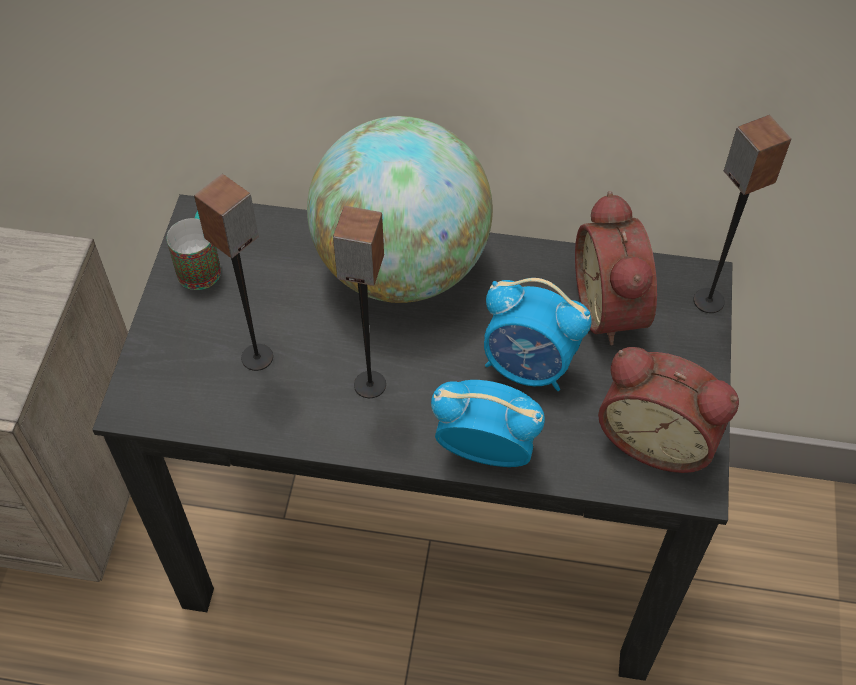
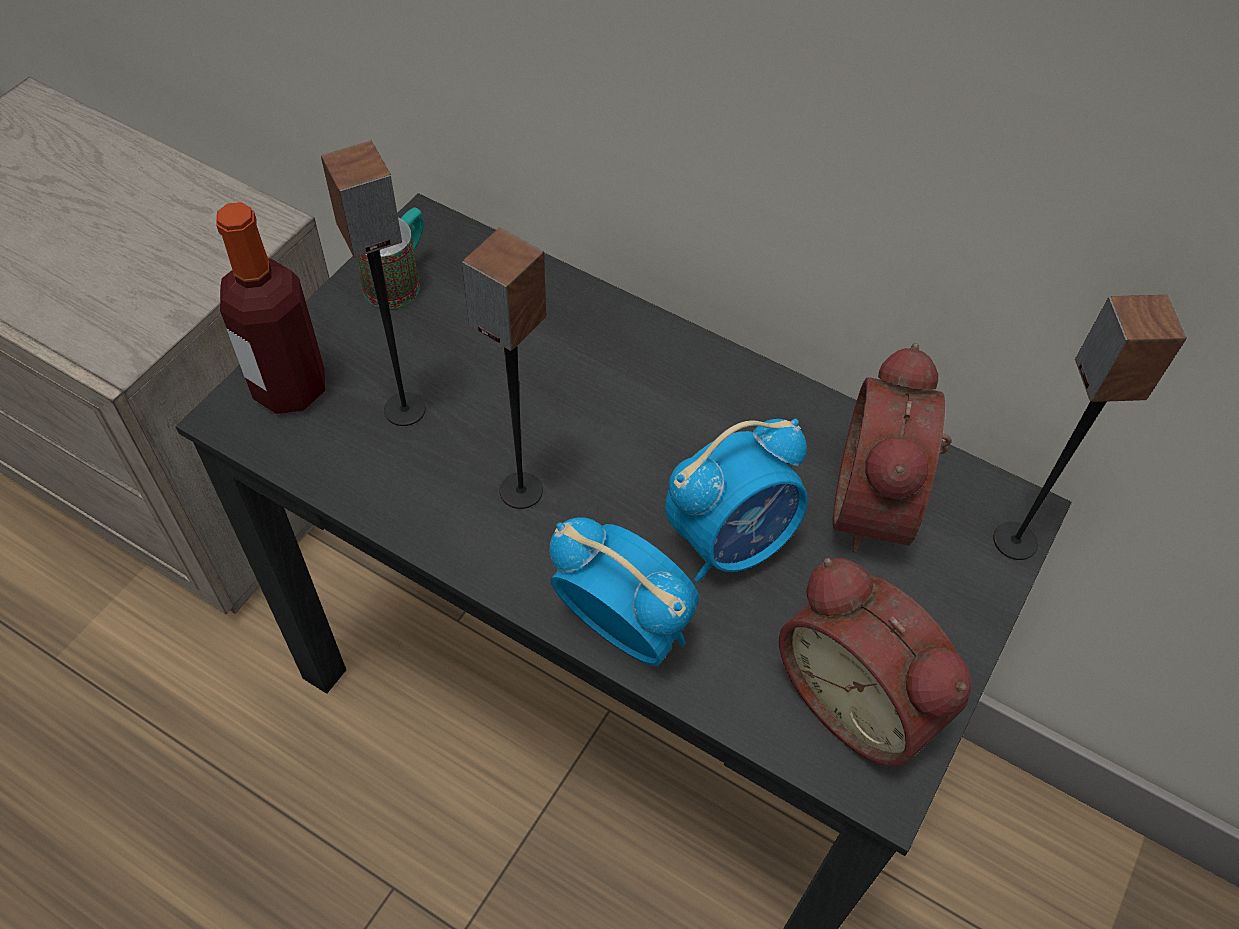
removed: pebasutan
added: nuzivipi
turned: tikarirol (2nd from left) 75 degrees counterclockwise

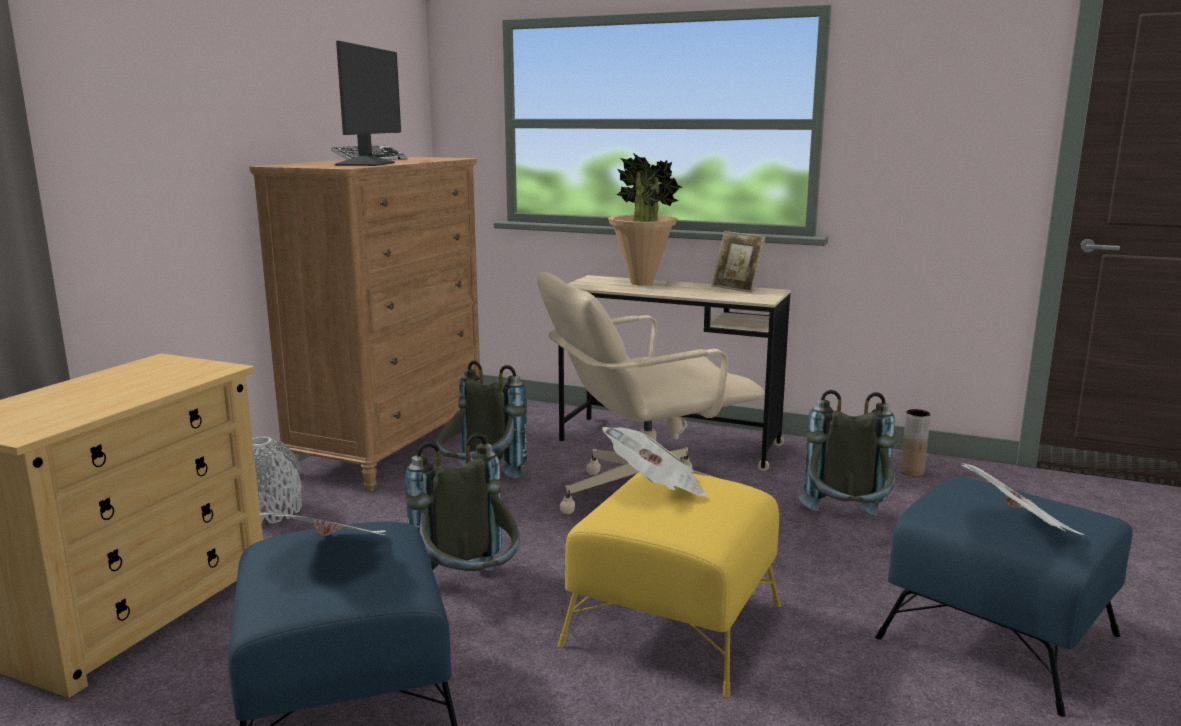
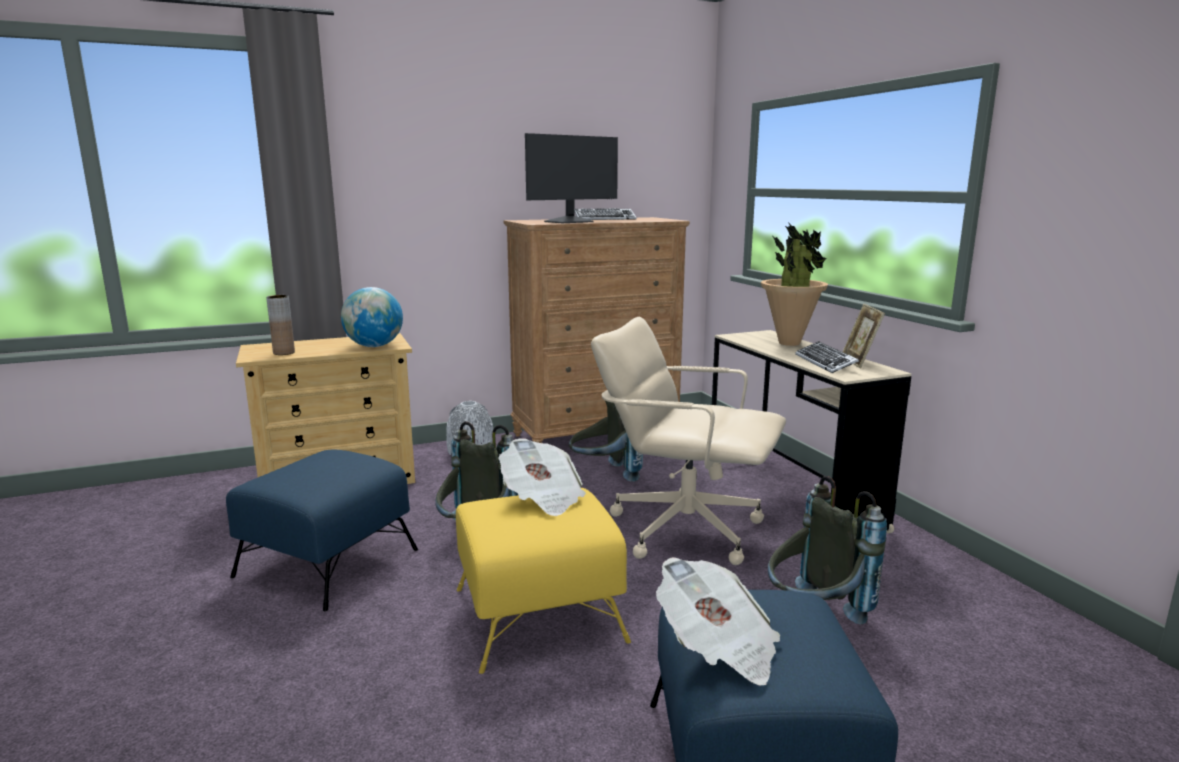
removed: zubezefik (1st from left)
added: pebasutan; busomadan (2nd from left)
moved: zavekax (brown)

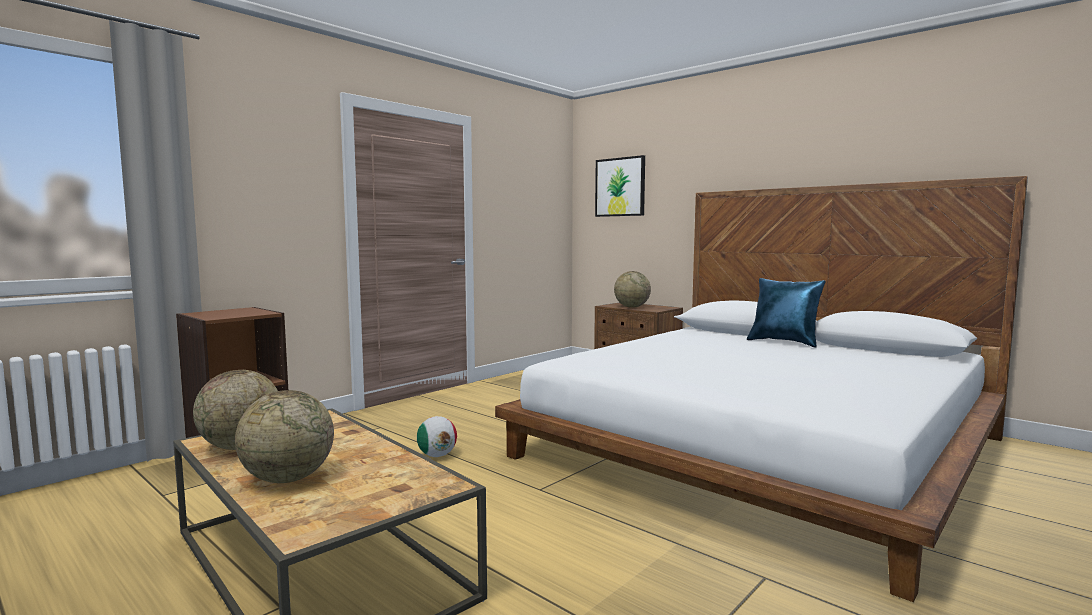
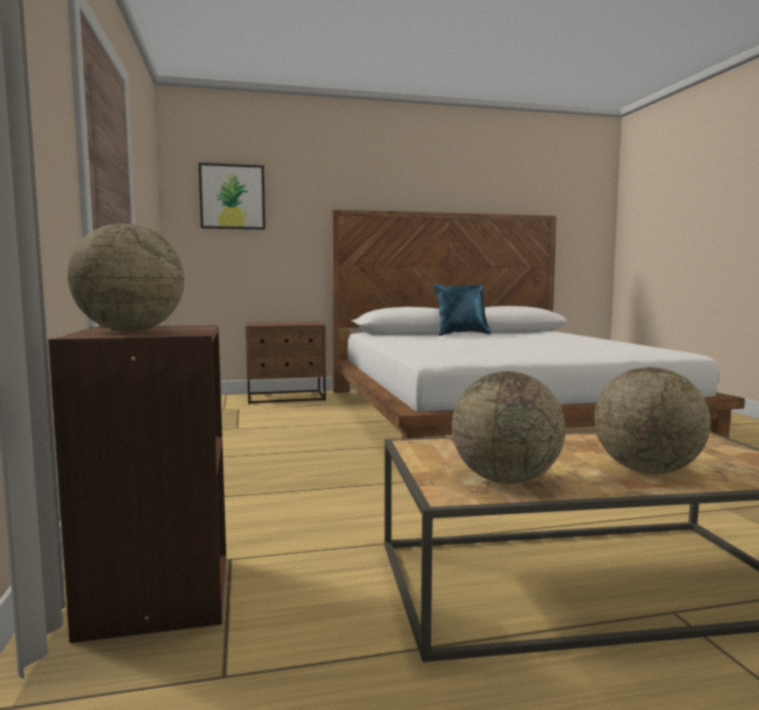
removed: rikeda
moved: pebasutan (3rd from left in the first image) to pebasutan (1st from left)

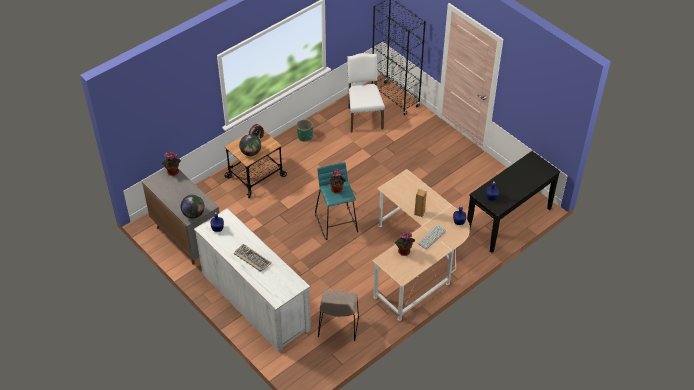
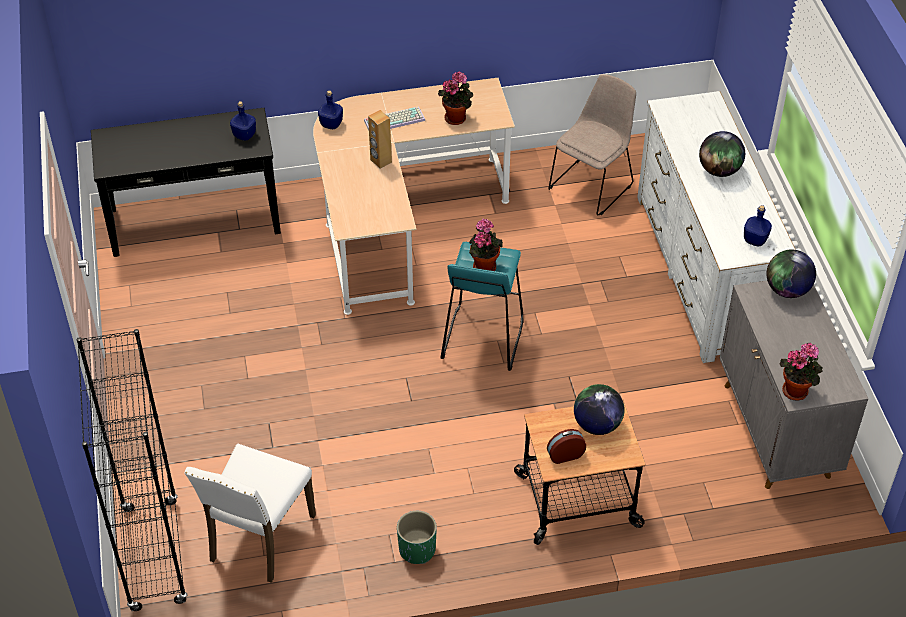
replaced: busomadan (1st from left) to pebasutan (2nd from left)

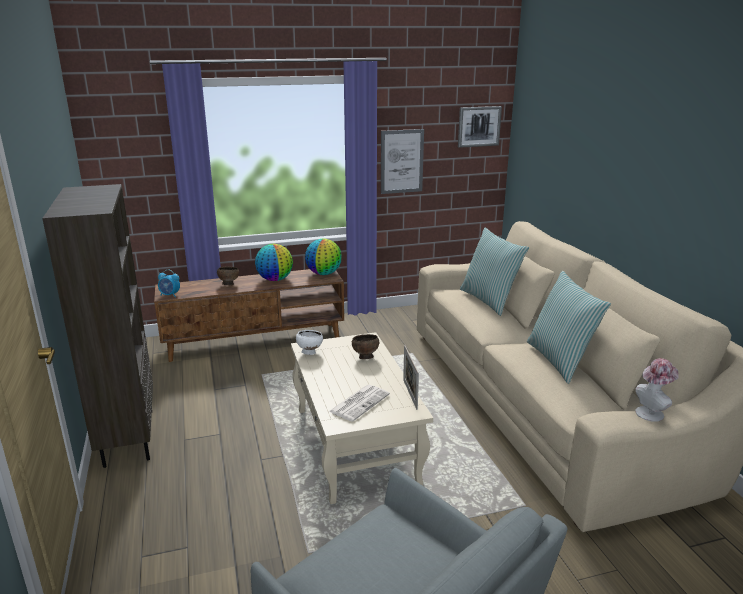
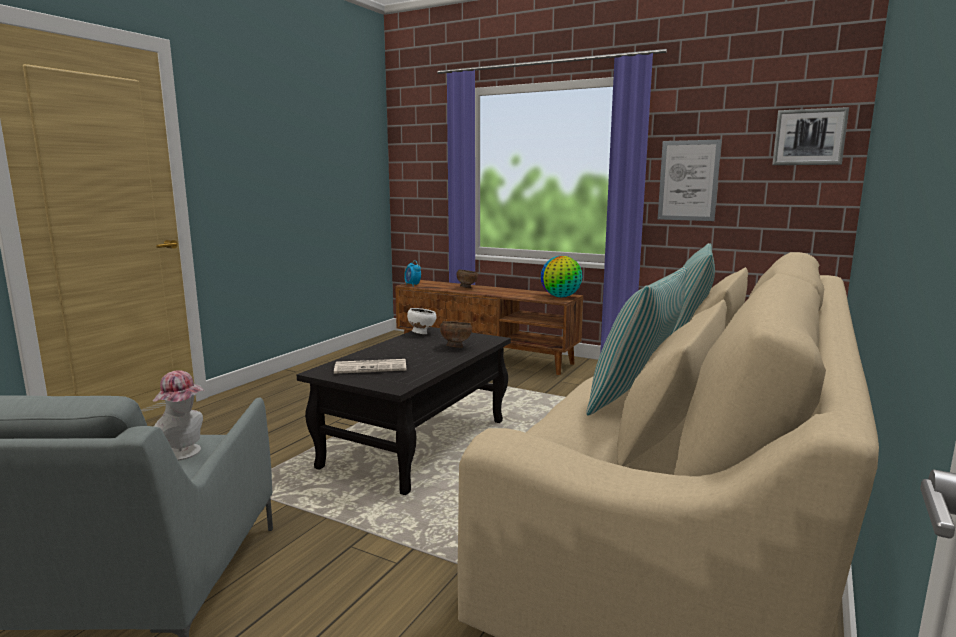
removed: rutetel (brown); pebasutan (1st from left); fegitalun
moved: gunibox
recoloured: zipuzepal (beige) to zipuzepal (black)

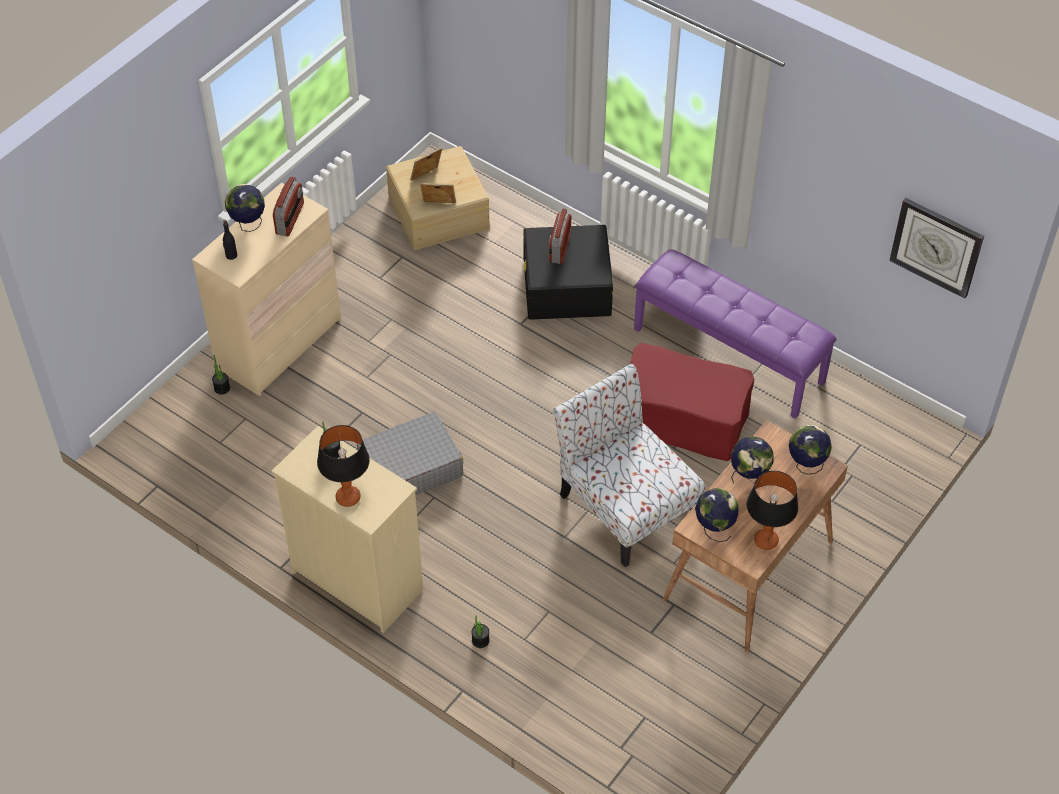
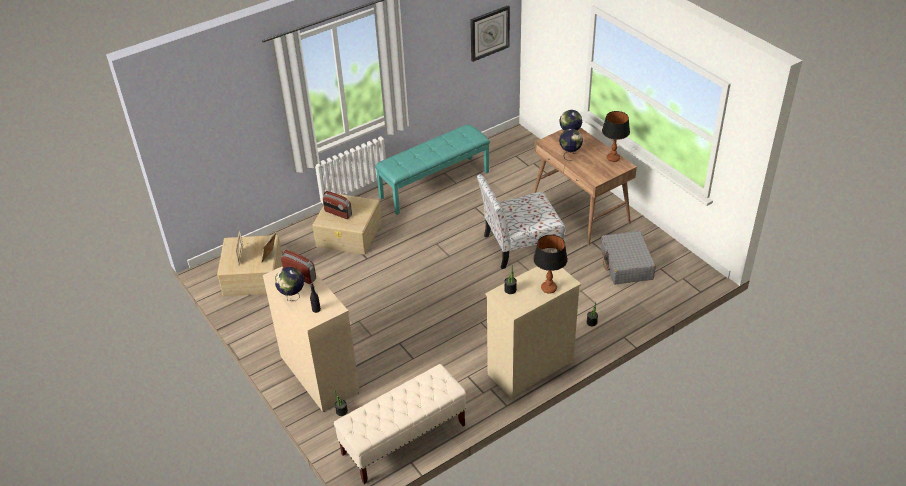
removed: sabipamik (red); pebasutan (2nd from left)
added: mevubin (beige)
moved: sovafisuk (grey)
recoloured: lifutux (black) to lifutux (beige) (2nd from left); mevubin (purple) to mevubin (turquoise)

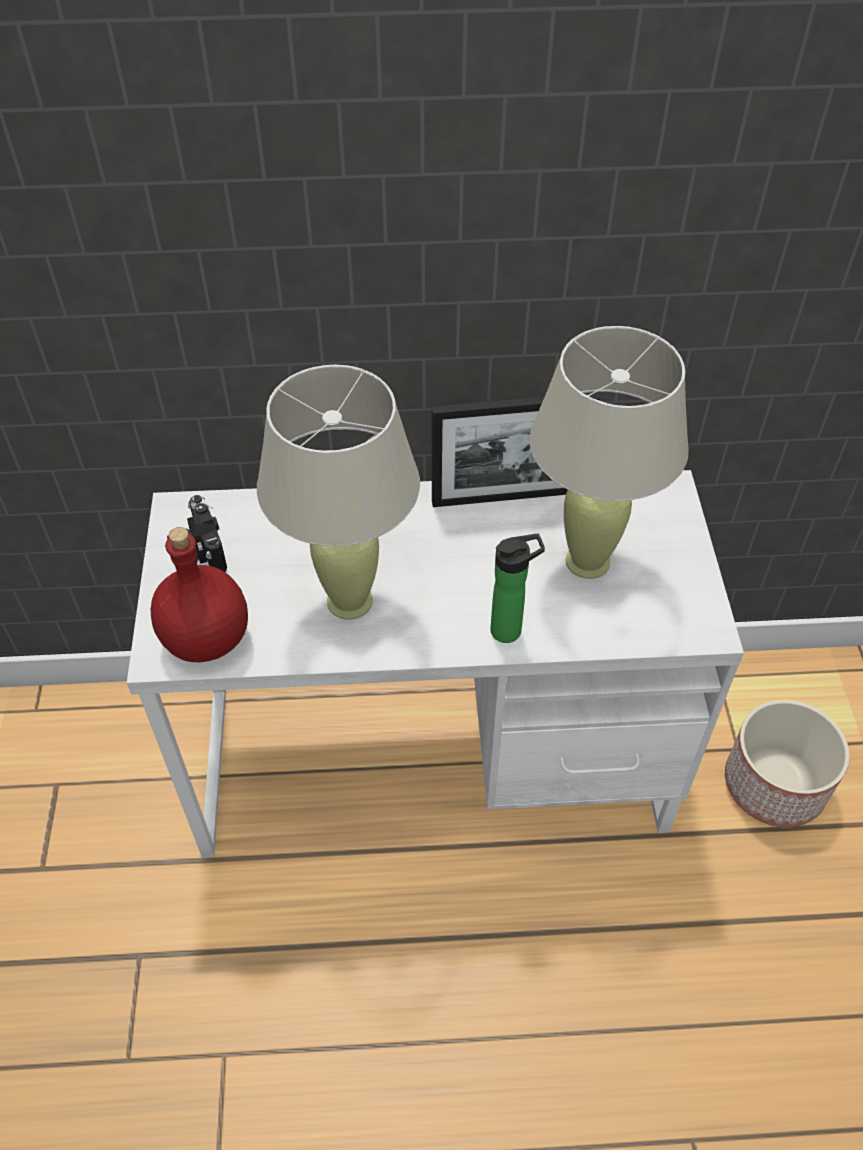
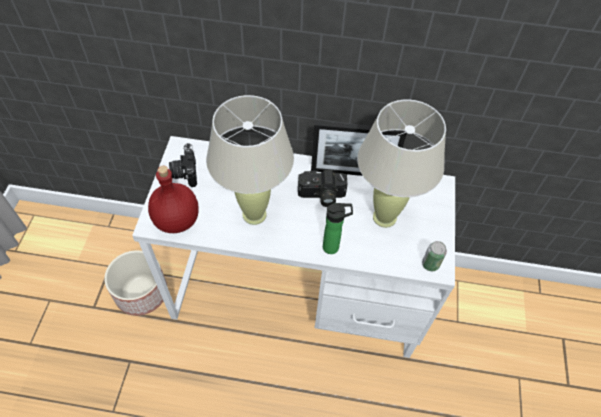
added: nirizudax (2nd from left); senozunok
moved: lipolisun

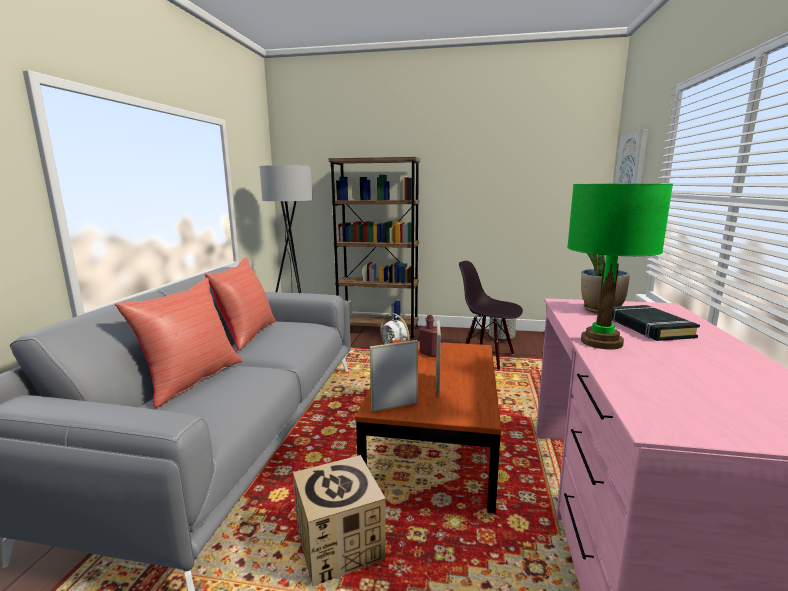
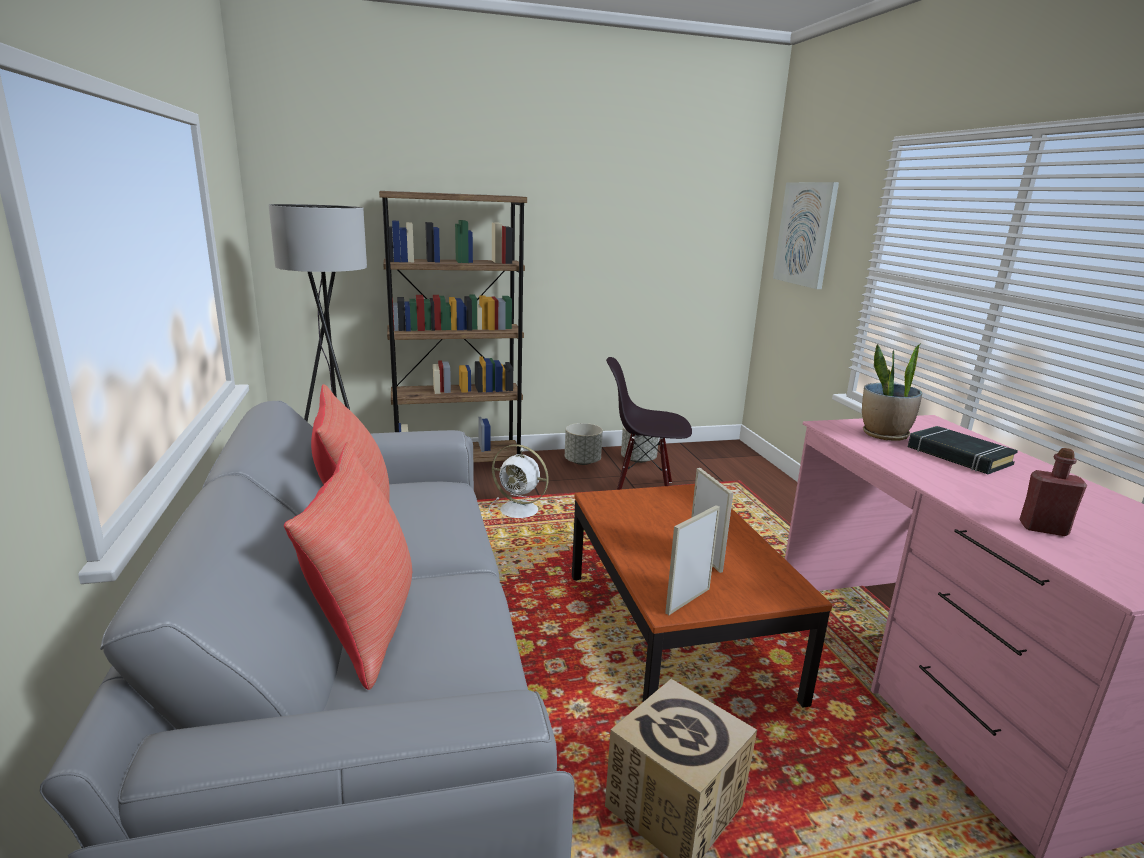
removed: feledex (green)
added: lipolisun (grey) (1st from left)
moved: nuzivipi (red)

